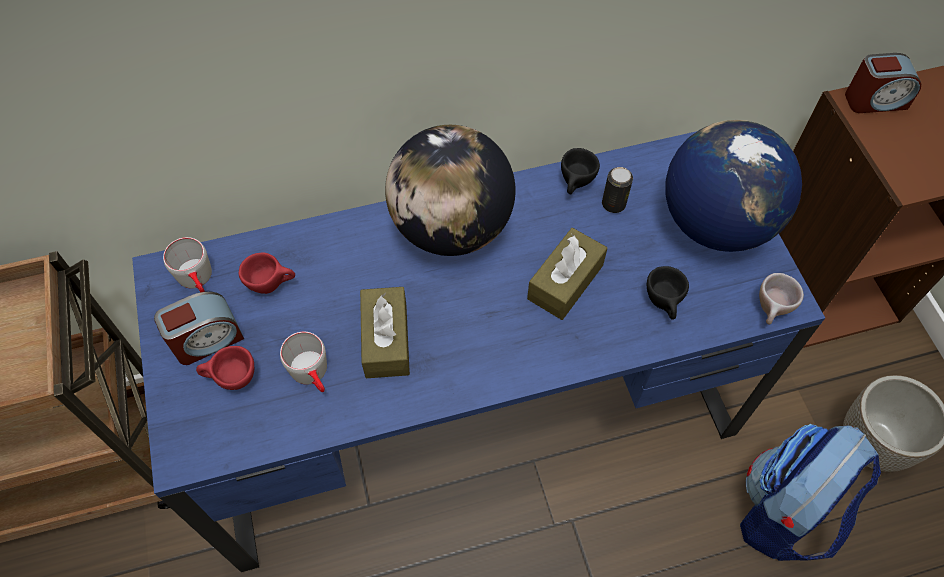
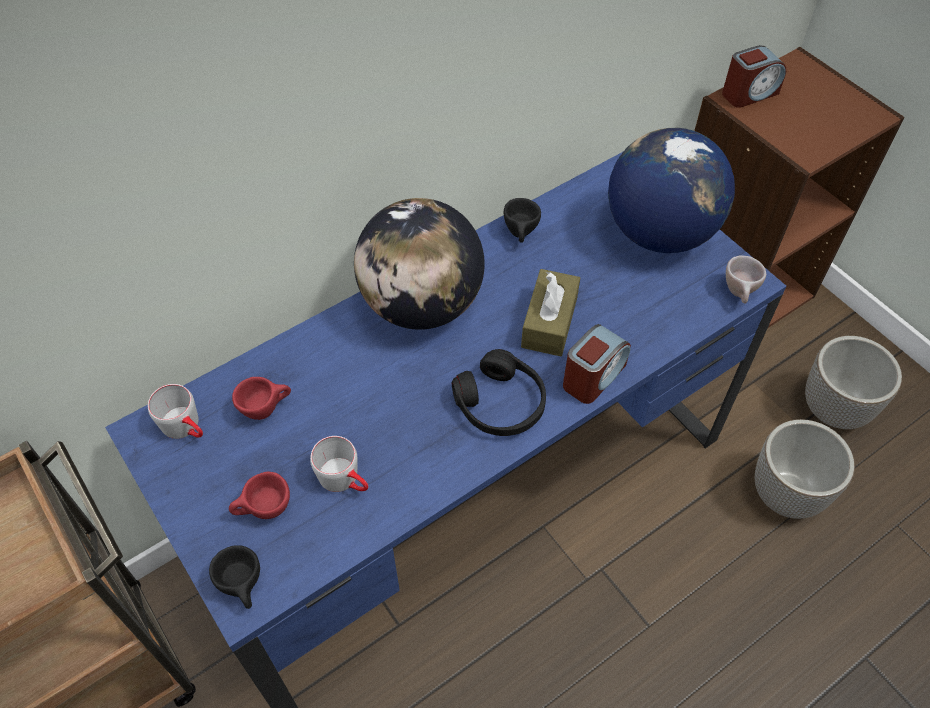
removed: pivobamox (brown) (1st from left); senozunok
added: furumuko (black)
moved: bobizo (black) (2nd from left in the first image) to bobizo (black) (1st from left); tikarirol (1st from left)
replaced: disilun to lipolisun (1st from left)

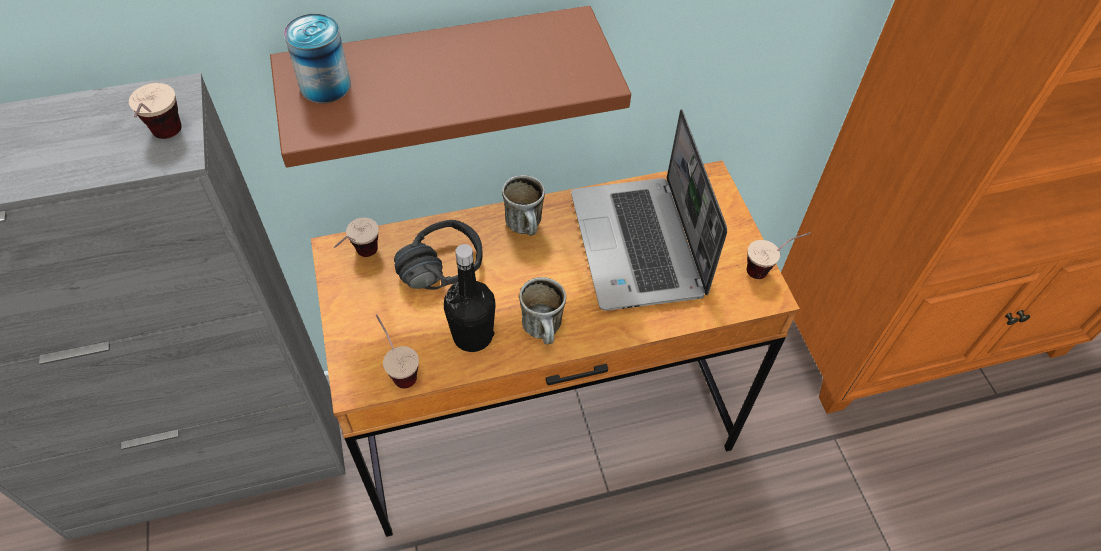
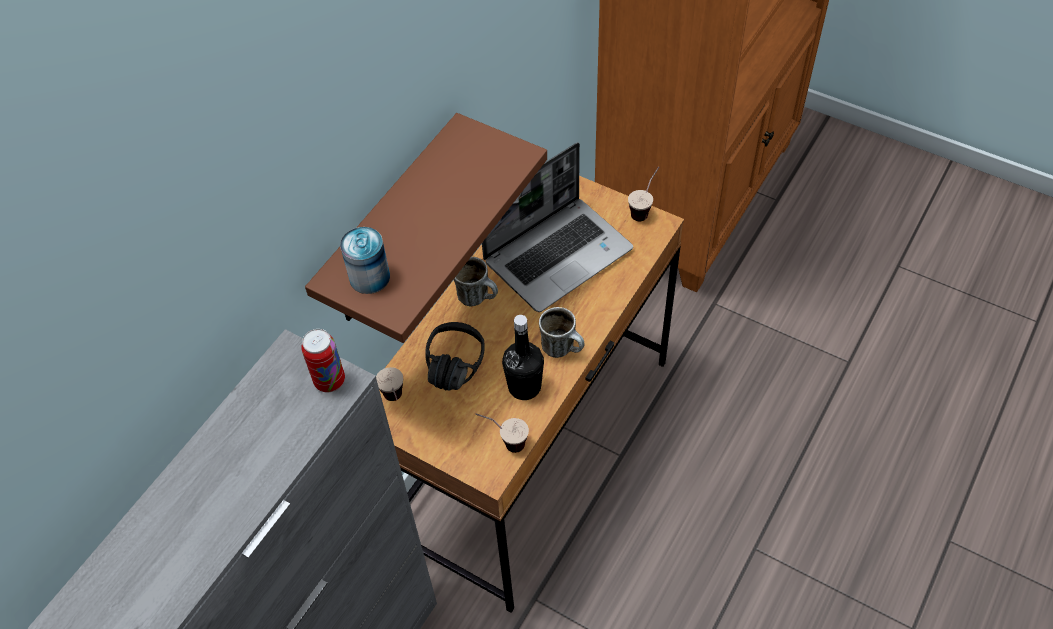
replaced: bobizo (1st from left) to senozunok (1st from left)
turned: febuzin 75 degrees counterclockwise

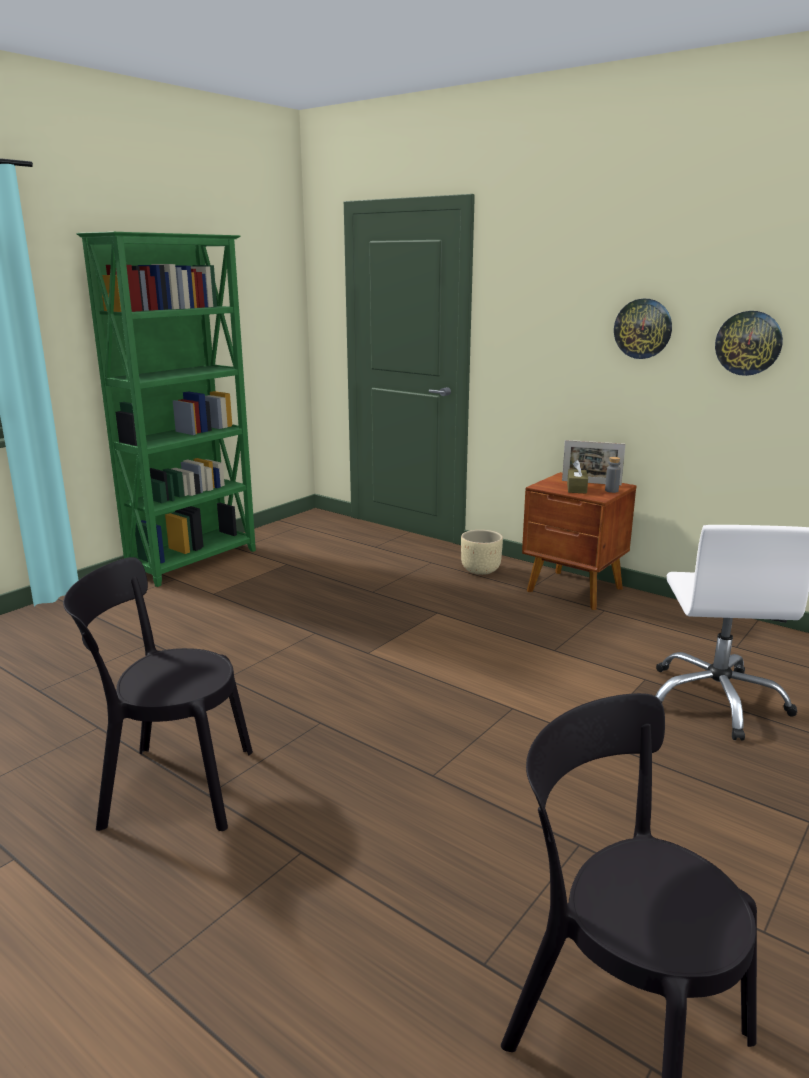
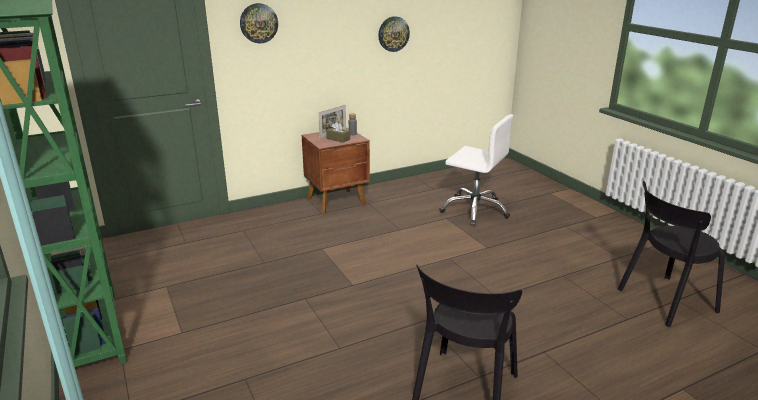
removed: lipolisun (beige)
moved: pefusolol (1st from left)

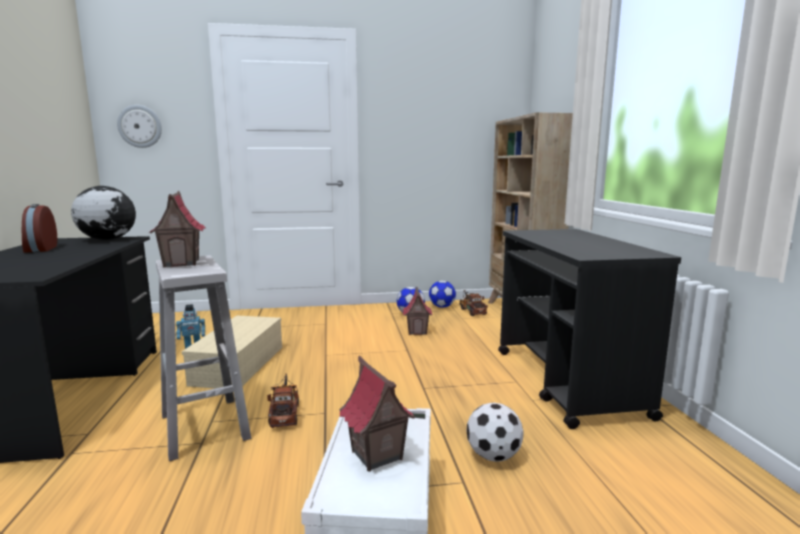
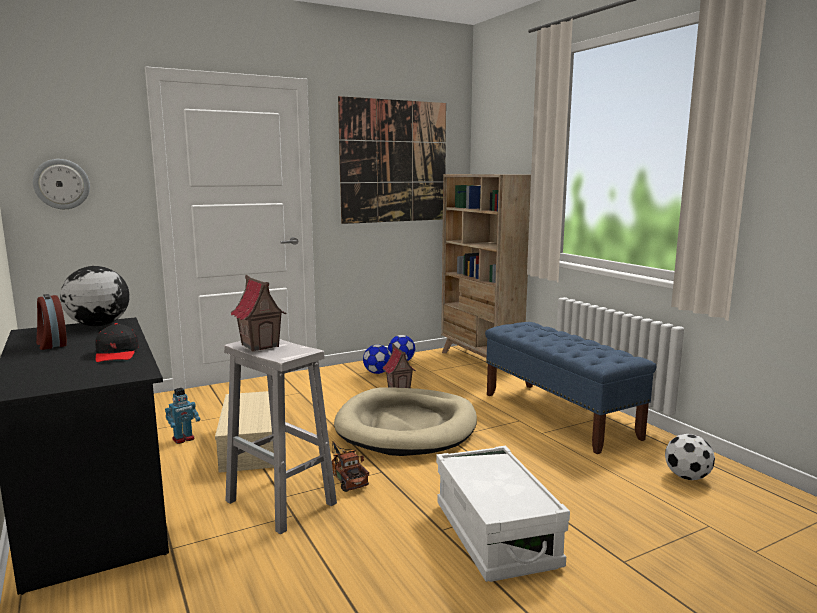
removed: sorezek (2nd from left); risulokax (2nd from left)
added: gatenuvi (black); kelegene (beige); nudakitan
moved: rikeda (3rd from left)
replaced: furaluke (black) to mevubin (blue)

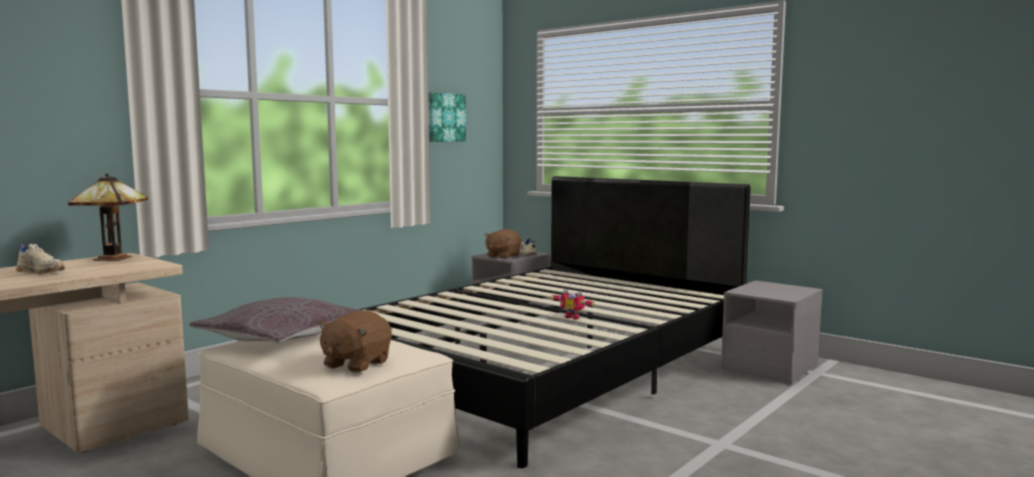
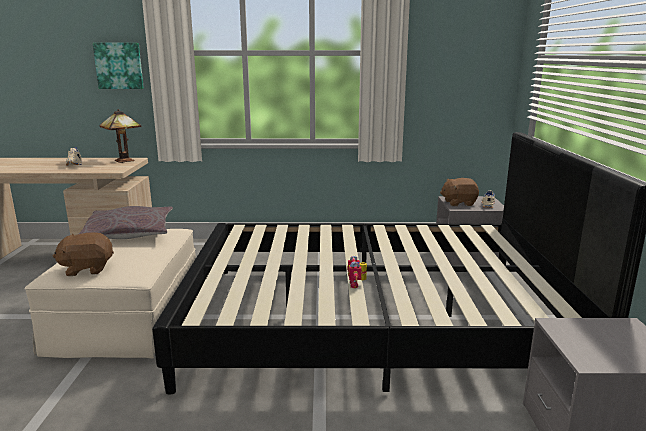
moved: nudakitan

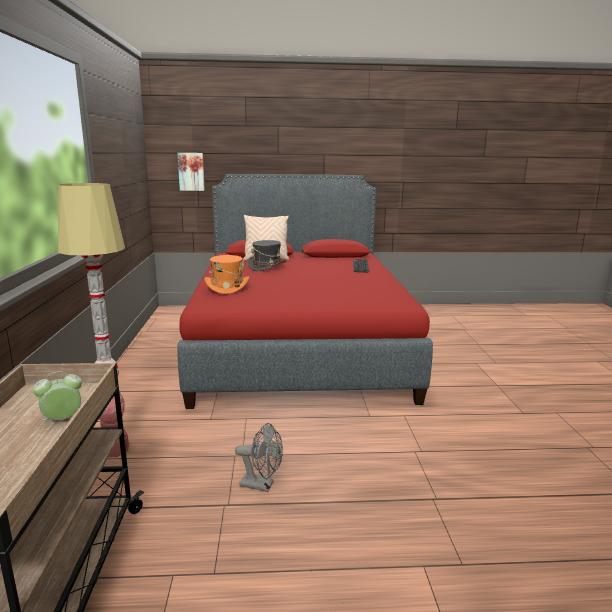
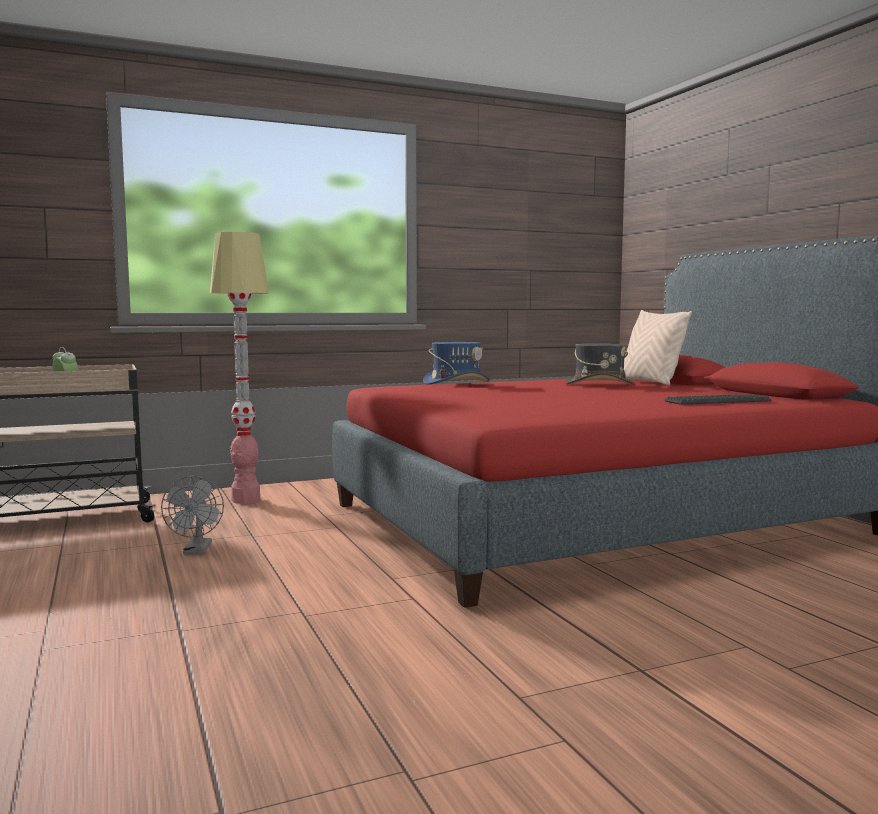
removed: nudakitan
recoloured: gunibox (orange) to gunibox (blue)

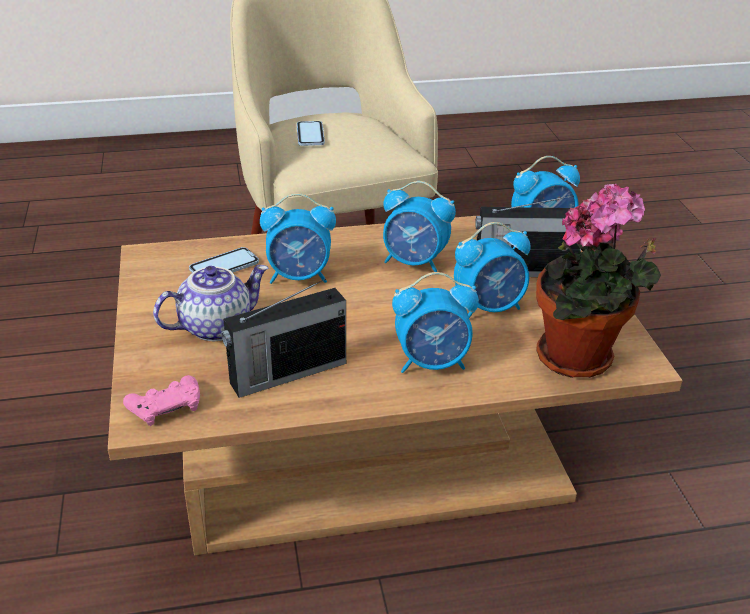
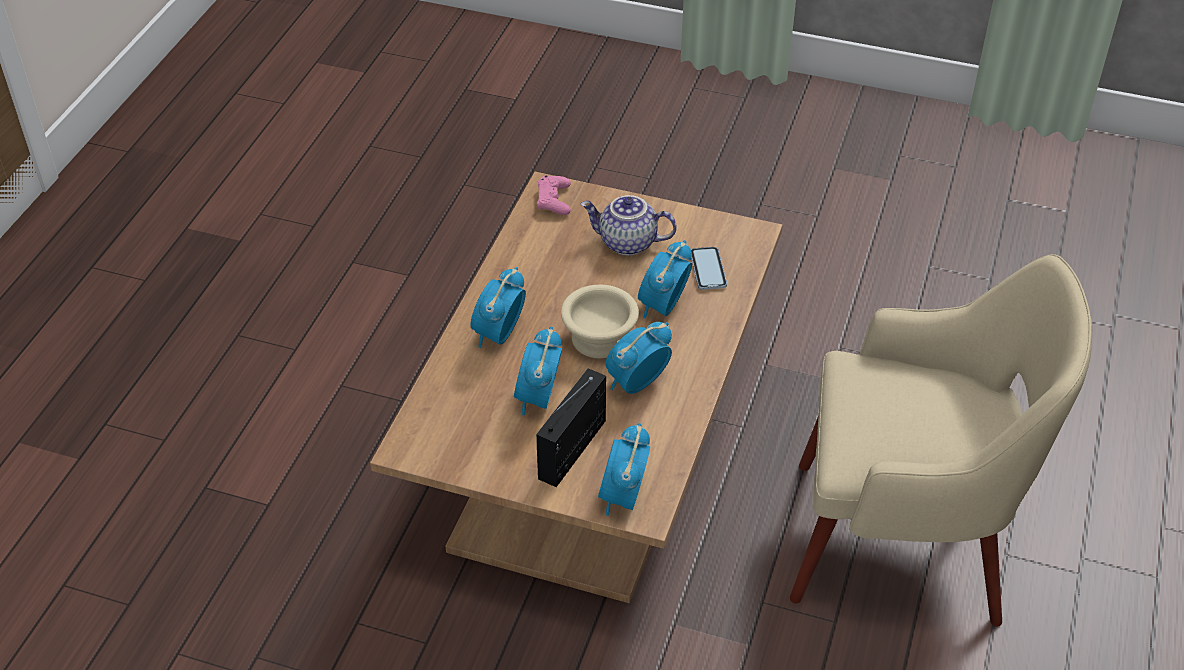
removed: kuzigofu (1st from left); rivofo (2nd from left); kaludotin
added: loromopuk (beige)
turned: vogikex 105 degrees clockwise

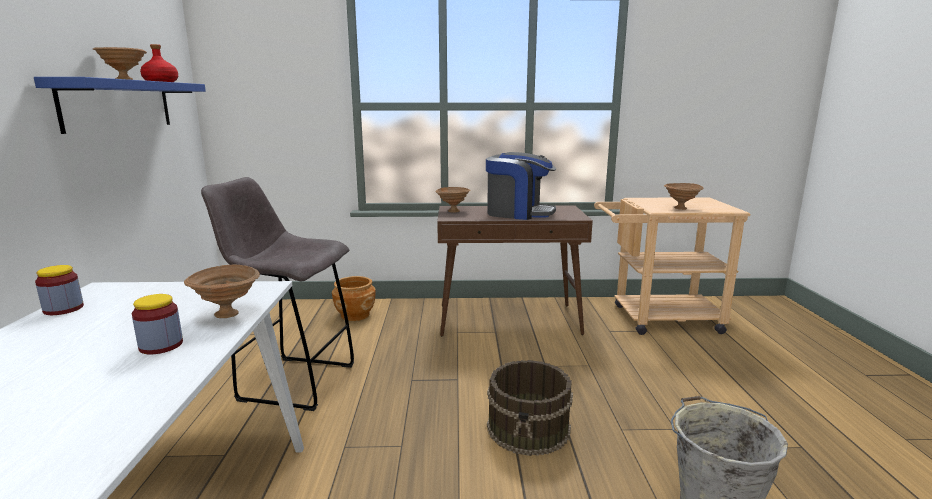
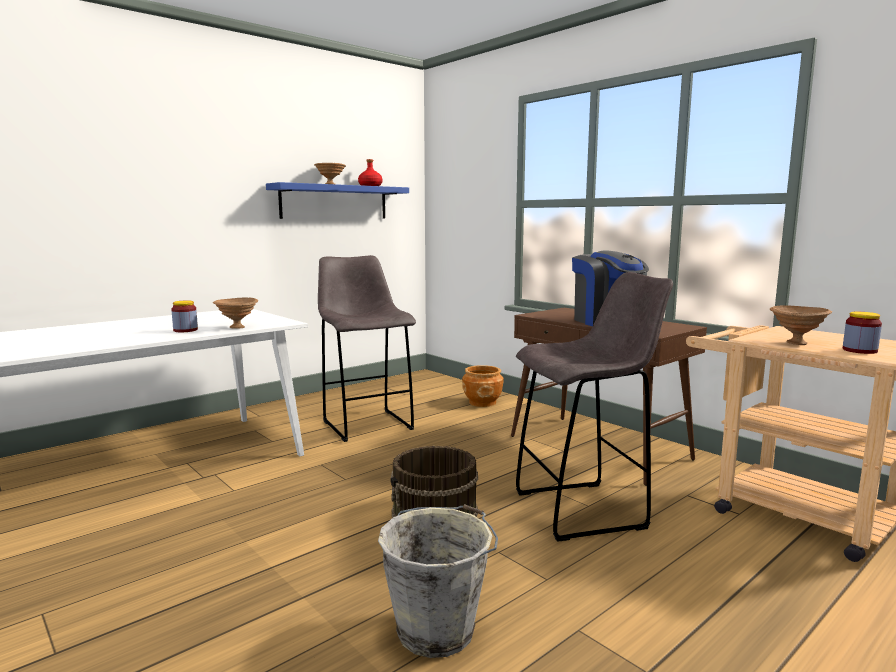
removed: loromopuk (brown) (3rd from left)
added: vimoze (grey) (2nd from left)
moved: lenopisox (1st from left in the first image) to lenopisox (2nd from left)

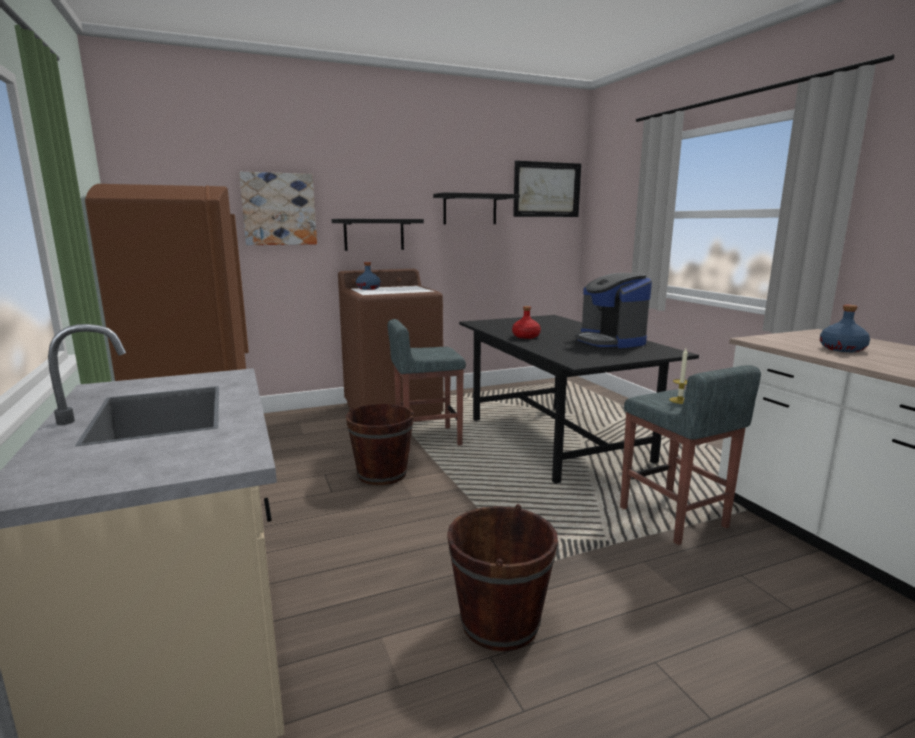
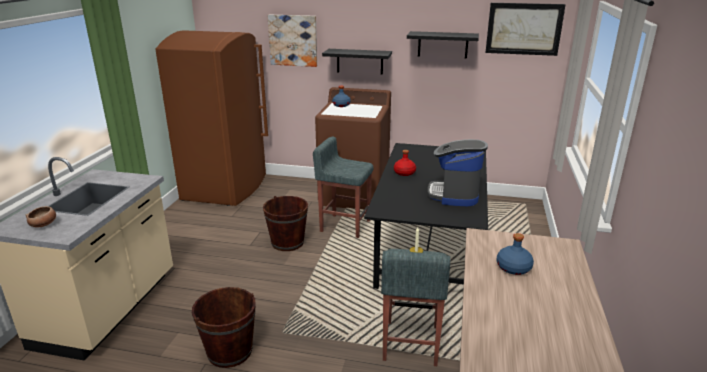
added: loromopuk

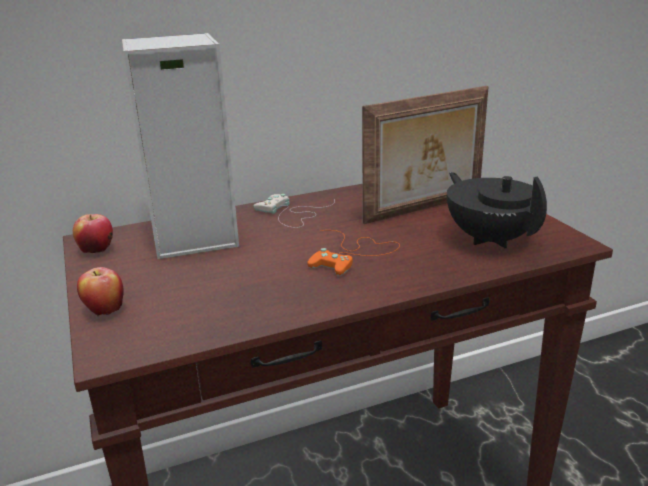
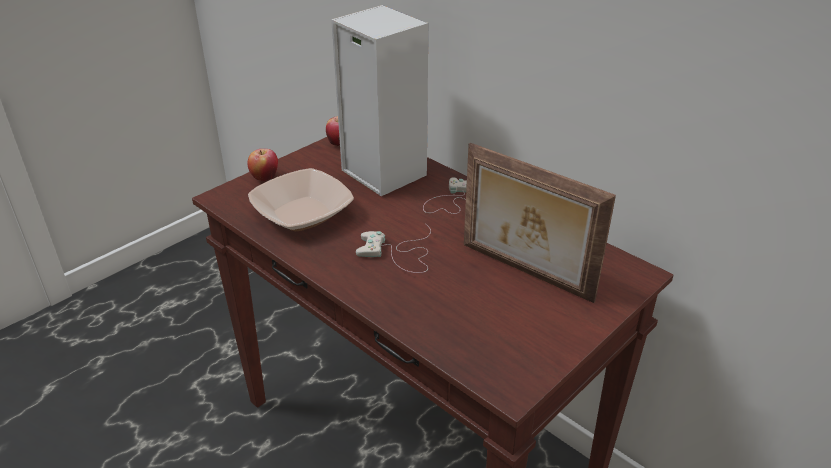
removed: vogikex (black)
added: loromopuk
recoloured: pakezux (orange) to pakezux (white) (1st from left)

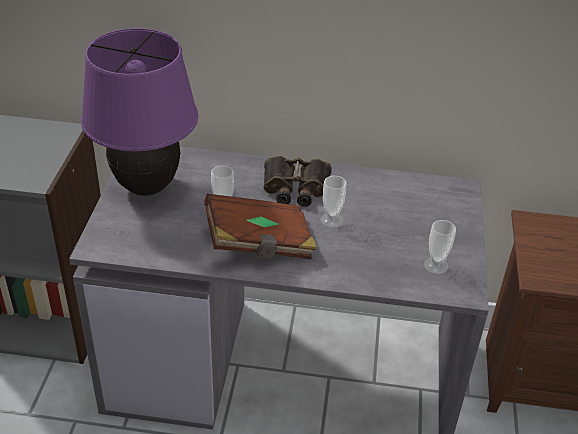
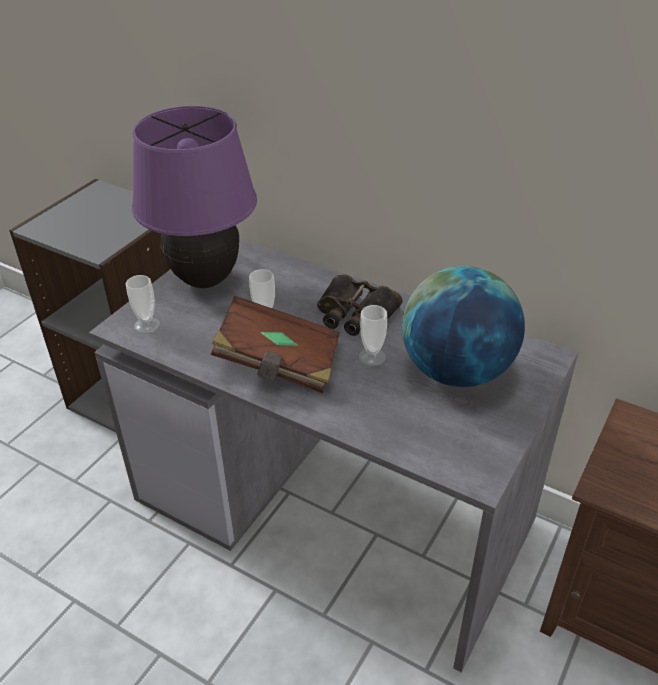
added: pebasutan
moved: bobizo (3rd from left in the first image) to bobizo (1st from left)

